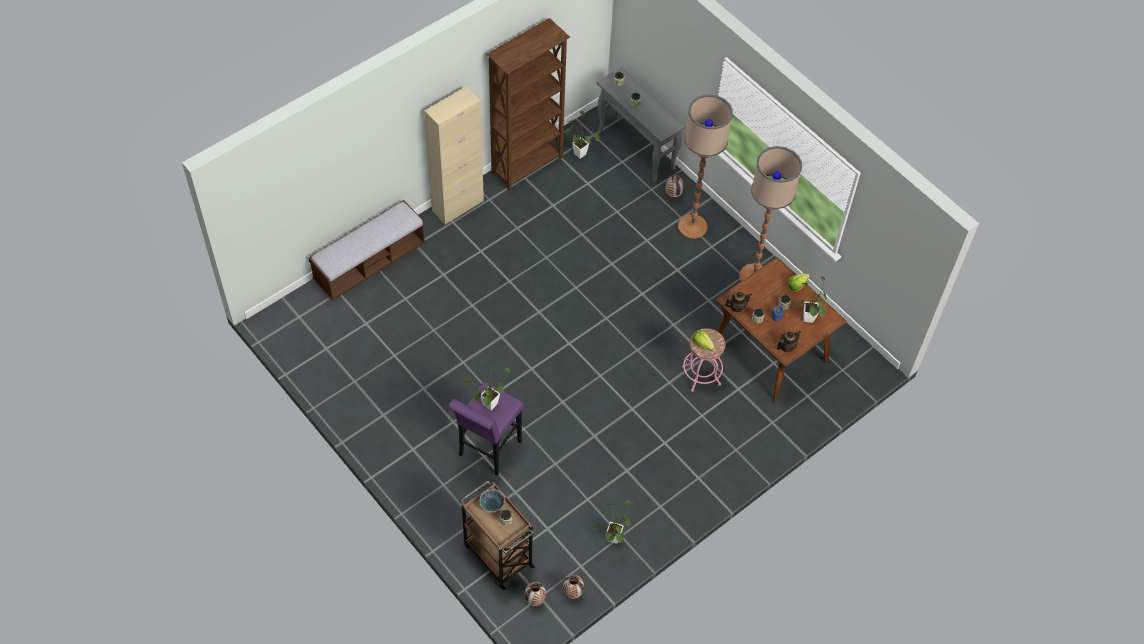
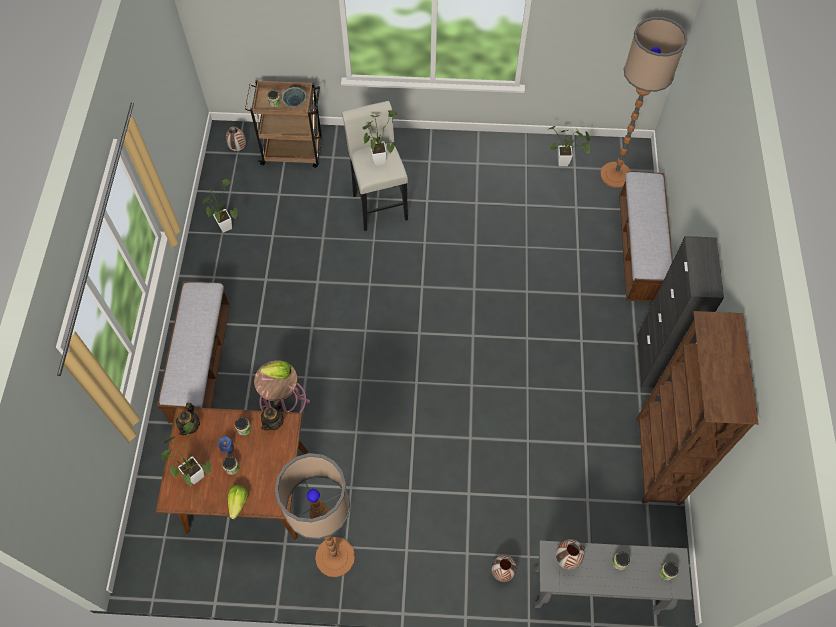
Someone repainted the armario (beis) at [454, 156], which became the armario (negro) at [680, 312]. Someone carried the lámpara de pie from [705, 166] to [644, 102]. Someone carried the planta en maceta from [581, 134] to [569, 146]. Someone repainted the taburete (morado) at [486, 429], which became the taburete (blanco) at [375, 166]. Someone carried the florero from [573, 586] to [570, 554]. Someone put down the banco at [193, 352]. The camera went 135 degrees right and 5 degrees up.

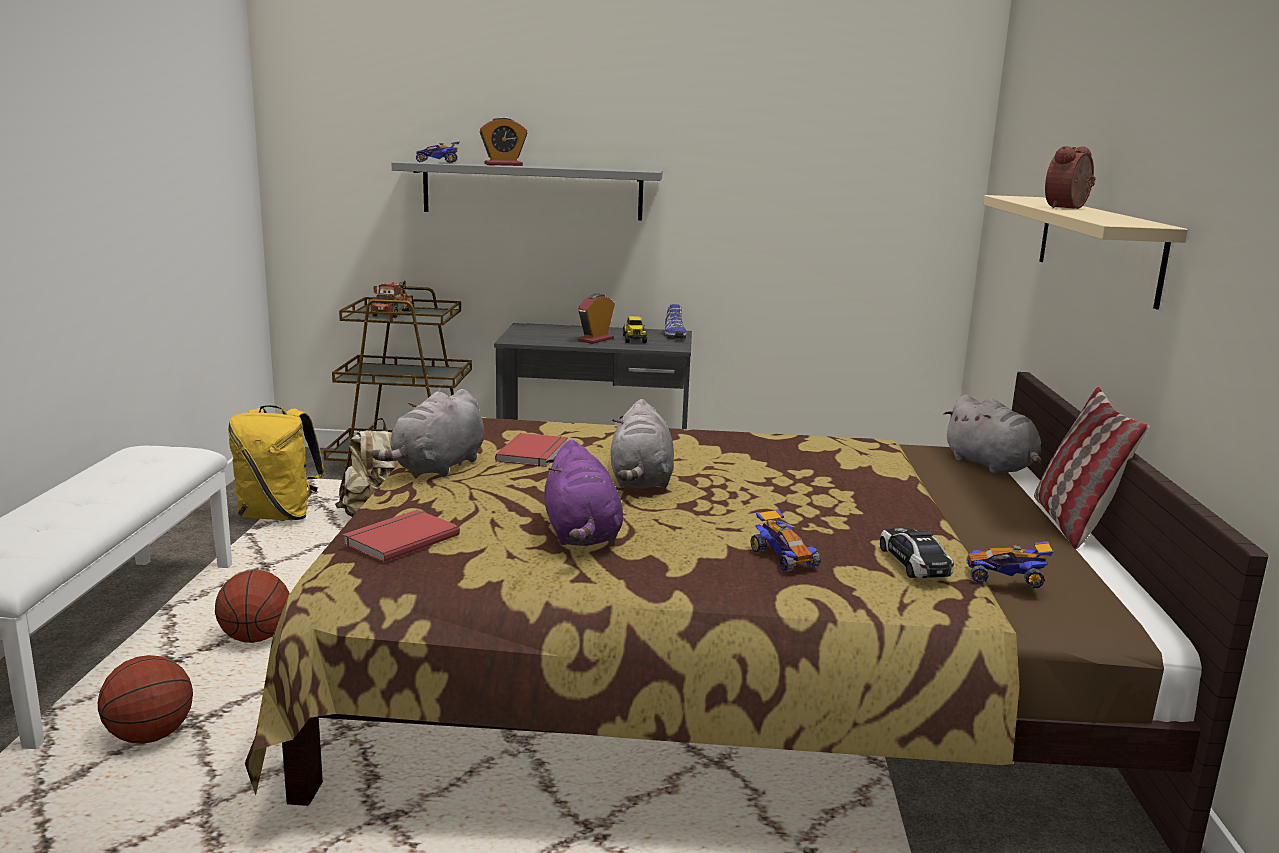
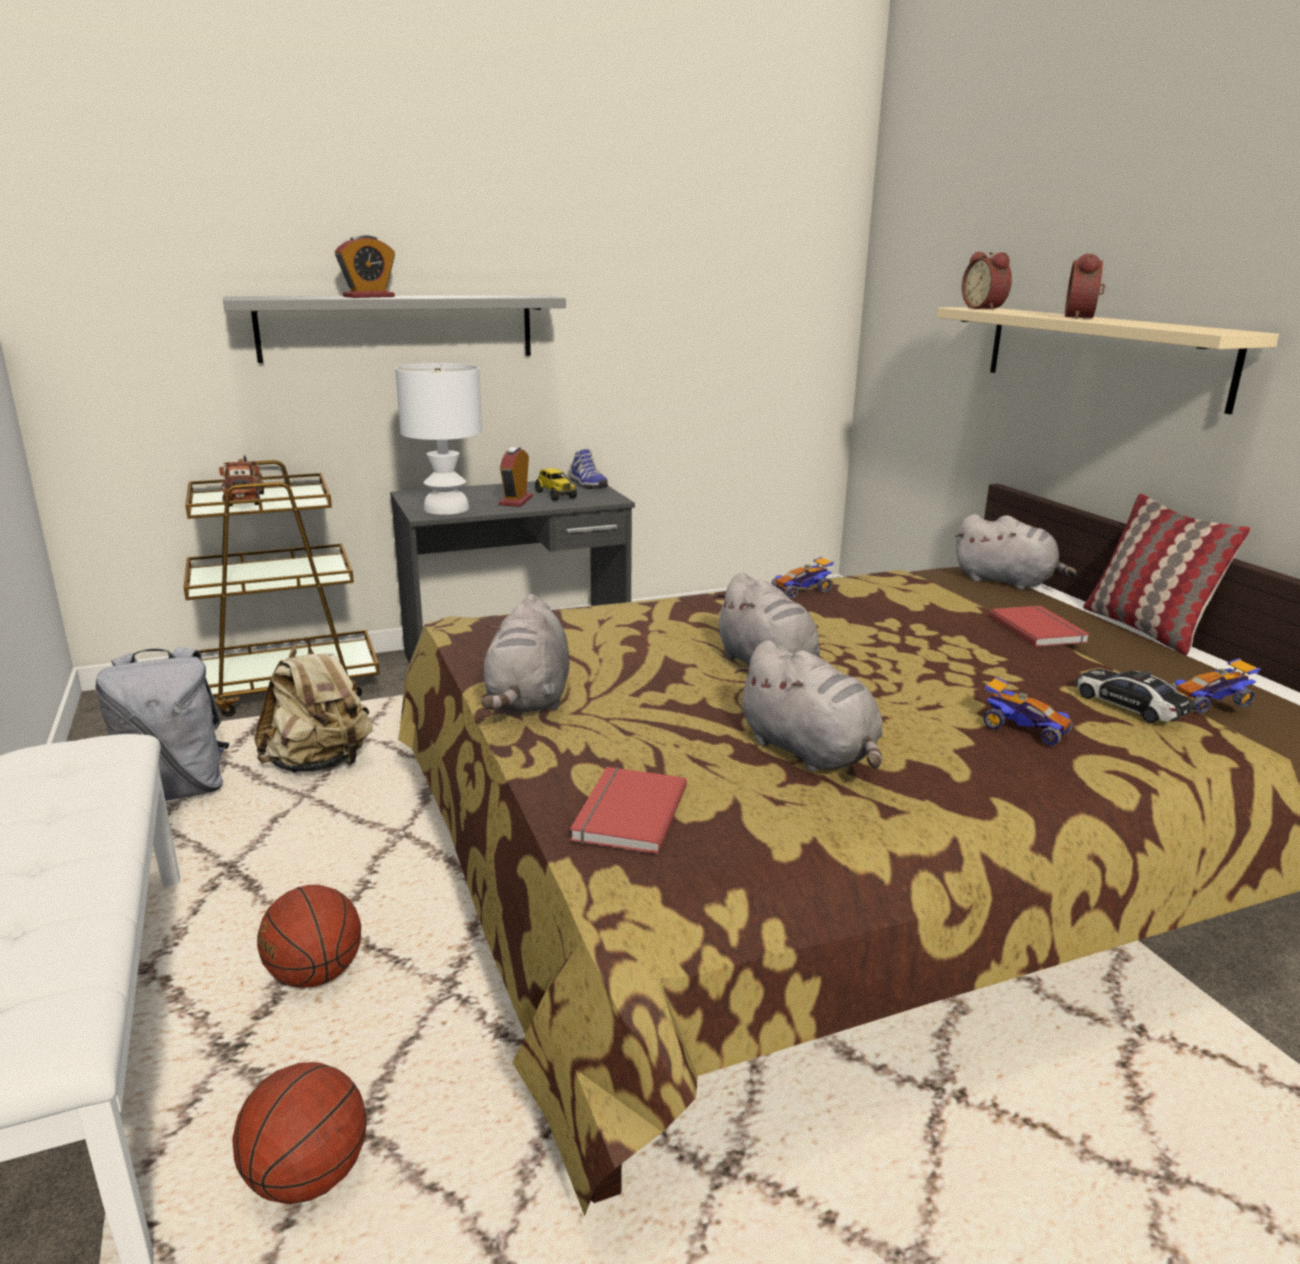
Someone carried the coche de juguete from [438, 152] to [802, 577]. Someone repainted the mochila (amarillo) at [276, 462], which became the mochila (gris) at [162, 724]. Someone carried the libro (rojo) from [531, 450] to [1039, 626]. Someone repainted the peluche (morado) at [583, 493], which became the peluche (gris) at [809, 706]. Someone put down the despertador at [987, 281]. Someone put down the lámpara de mesa (blanco) at [438, 439]. The camera went 25 degrees left and 5 degrees up.

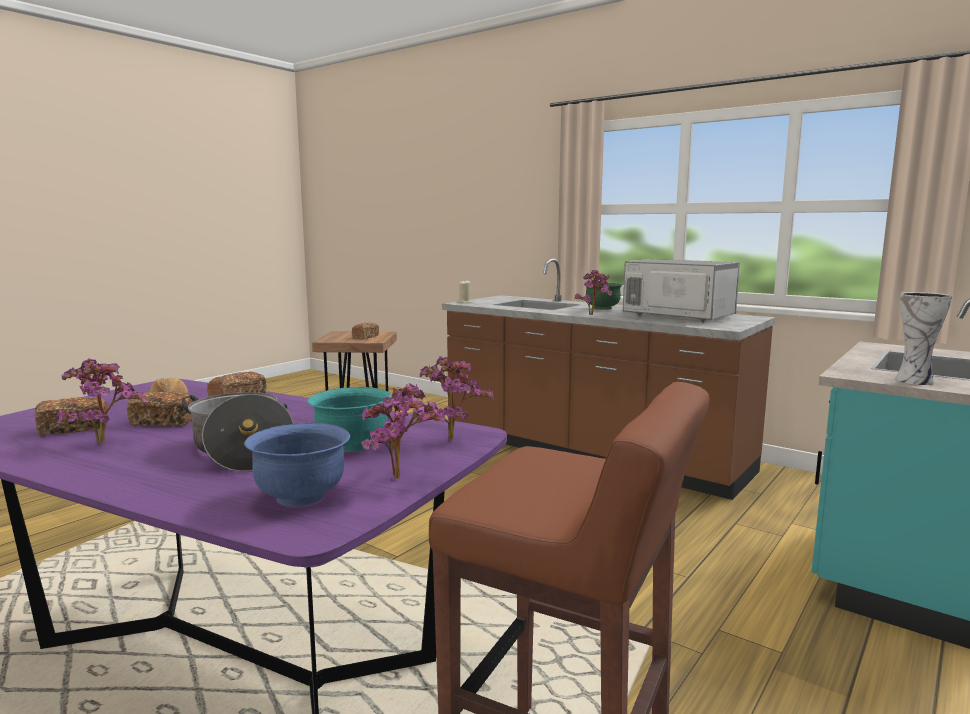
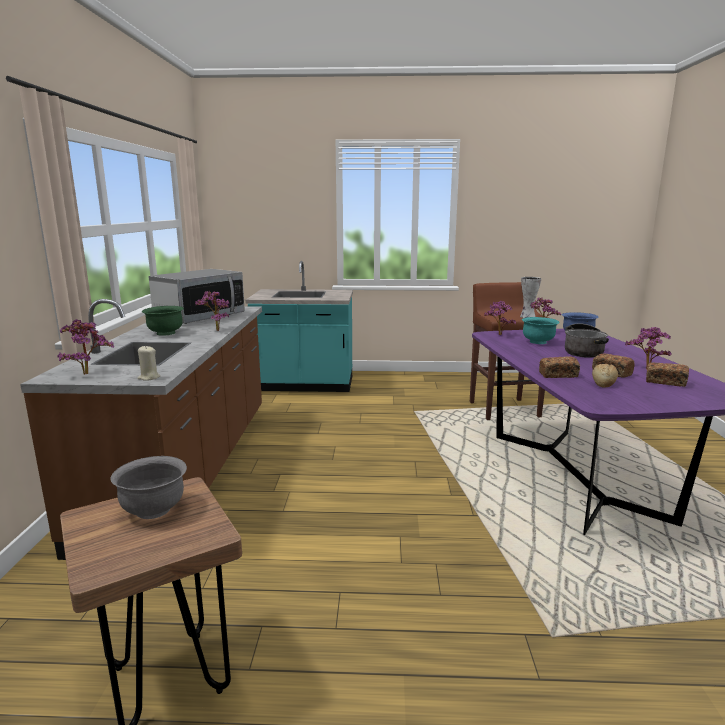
Someone rotated the microondas at [681, 290] by 150 degrees counterclockwise. Someone carried the florero from [923, 338] to [530, 297]. Someone swapped the pan at [365, 331] for the cuenco (gris) at [148, 487]. Someone put down the planta en maceta at [85, 347]. The camera went 125 degrees left and 5 degrees up.

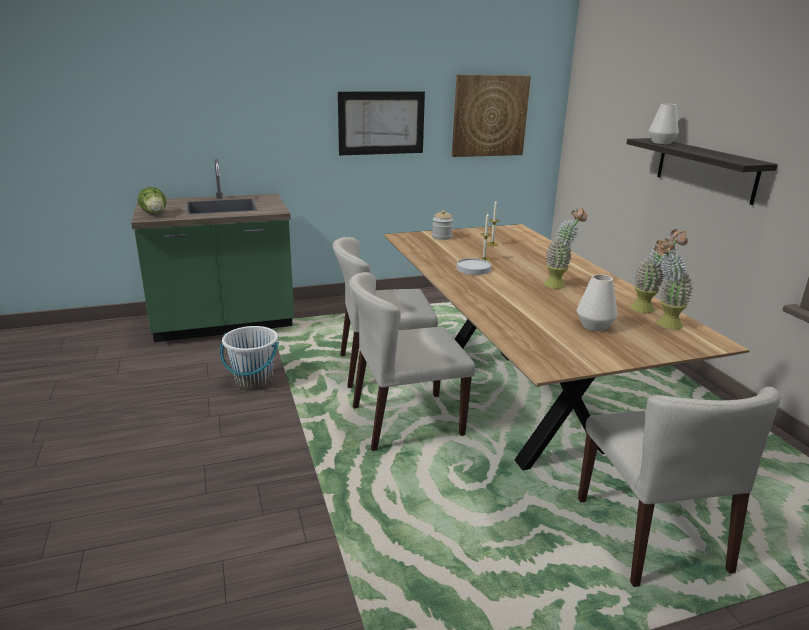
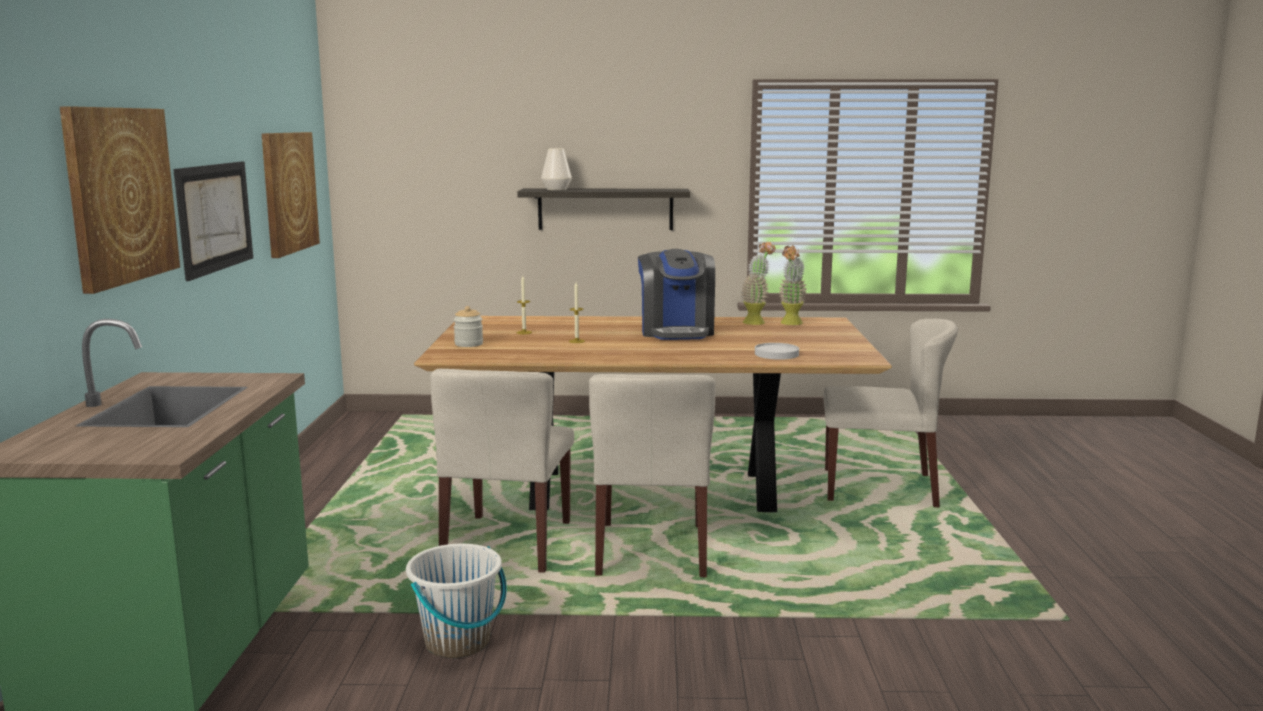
Someone took away the lechuga at [152, 200]. Someone swapped the planta en maceta at [566, 248] for the cafetera at [676, 294]. Someone carried the plato (blanco) from [474, 266] to [777, 351]. Someone took away the florero (blanco) at [597, 302]. Someone put up the cuadro at [120, 200]. The camera went 70 degrees left and 10 degrees down.

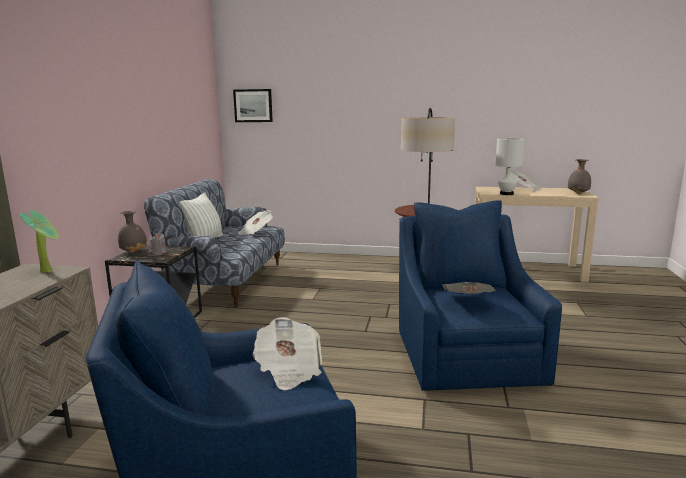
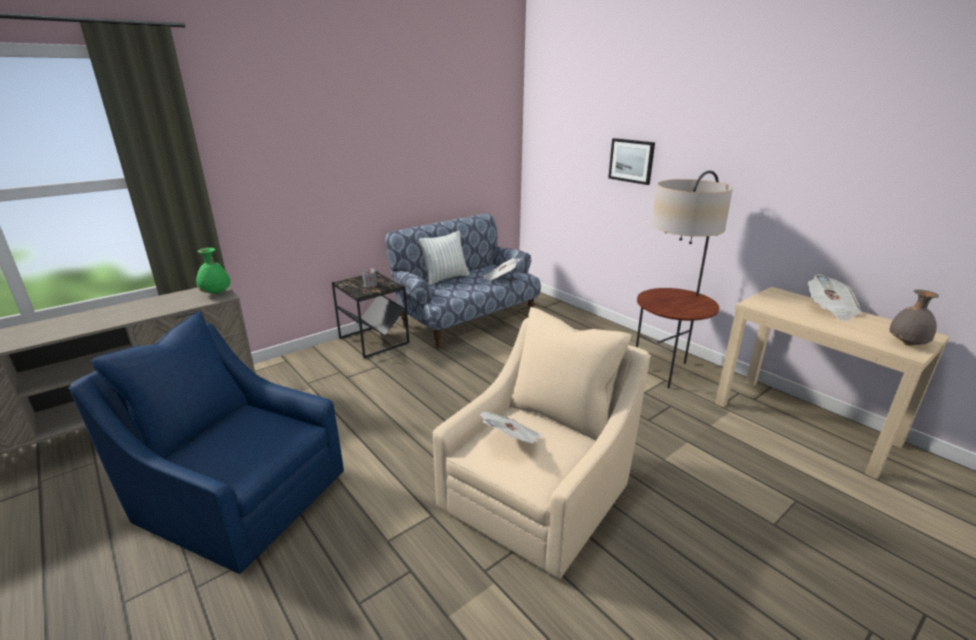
Someone carried the cuadro from [253, 105] to [631, 161]. Someone took away the lámpara de mesa (blanco) at [510, 166]. Someone repainted the sillón (azul) at [480, 295], which became the sillón (beis) at [541, 443]. Someone swapped the planta en maceta at [39, 241] for the florero (verde) at [213, 271]. Someone took away the florero (gris) at [132, 231]. Someone took away the periódico at [287, 353]. The camera went 40 degrees right and 10 degrees up.

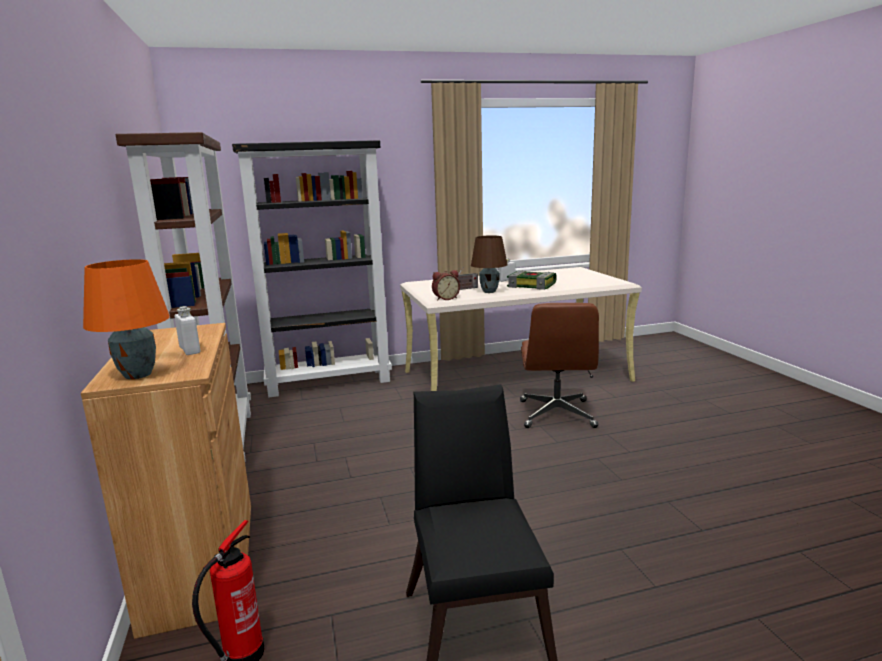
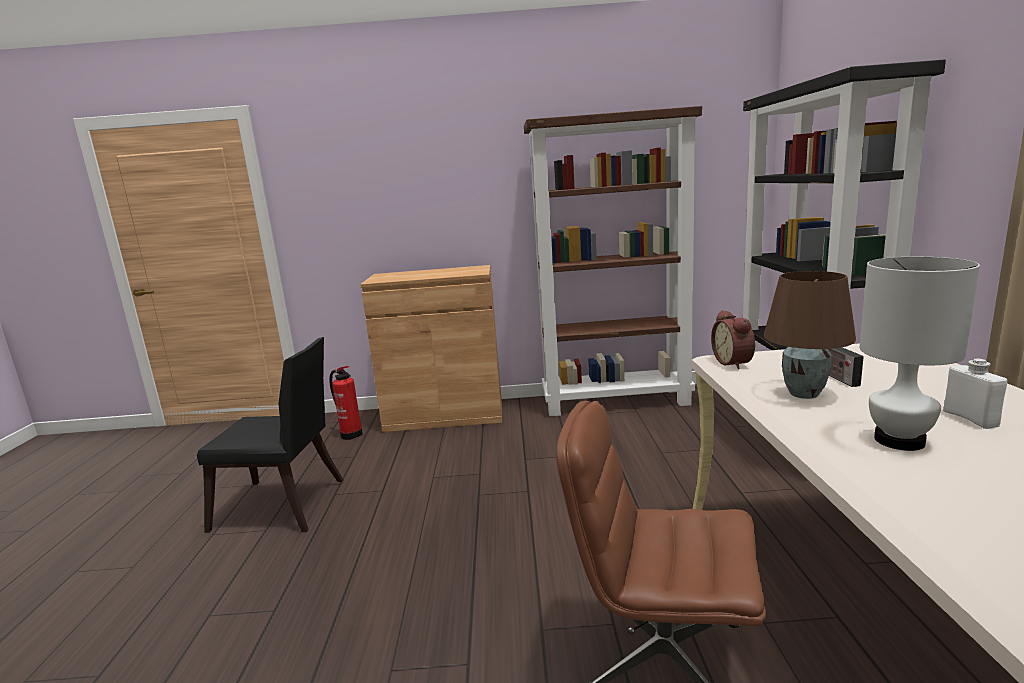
Someone took away the lámpara de mesa (naranja) at [126, 319]. Someone swapped the libro at [532, 280] for the lámpara de mesa (blanco) at [920, 354]. Someone took away the botella (blanco) at [187, 330]. The camera went 105 degrees right and 0 degrees up.

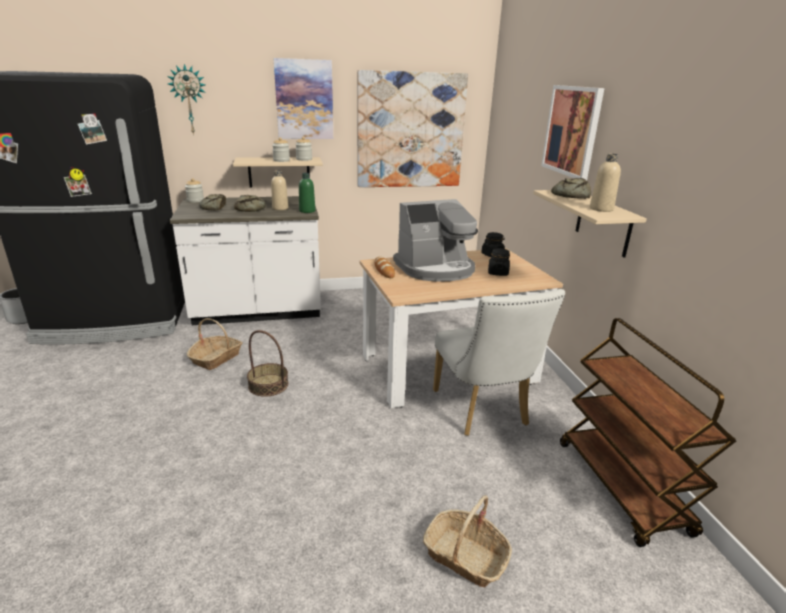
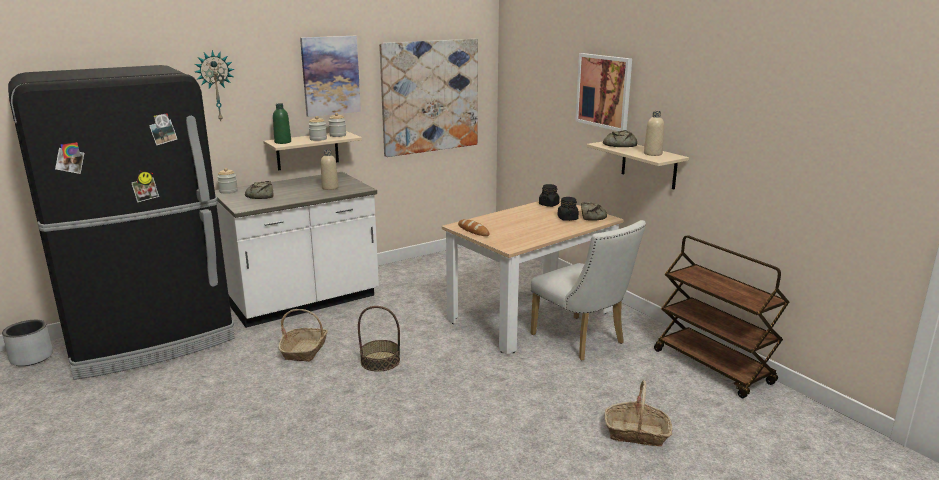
Someone carried the botella (verde) from [307, 193] to [282, 123]. Someone carried the pan from [250, 203] to [594, 211]. Someone took away the cafetera at [435, 240]. The camera went 20 degrees left and 5 degrees down.

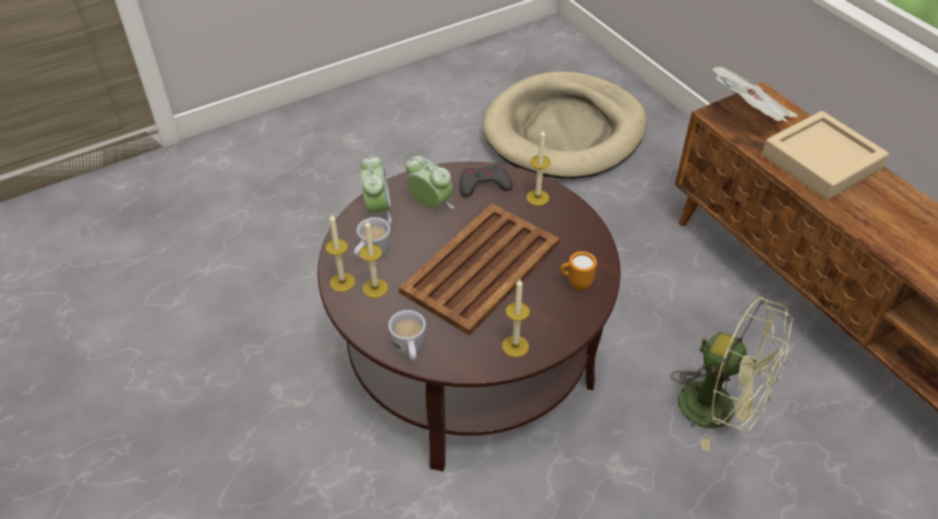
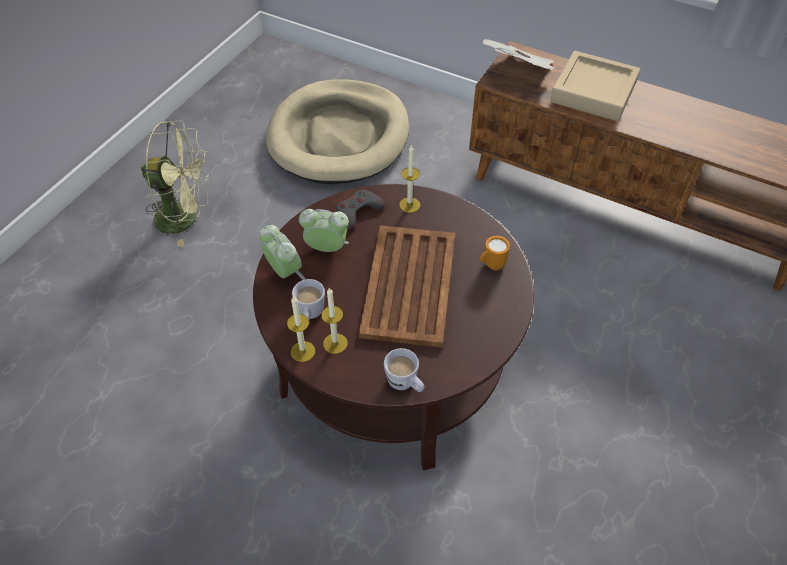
Someone took away the vela at [516, 318]. Someone carried the ventilador (verde) from [732, 373] to [176, 184]. The camera went 30 degrees left and 5 degrees up.

